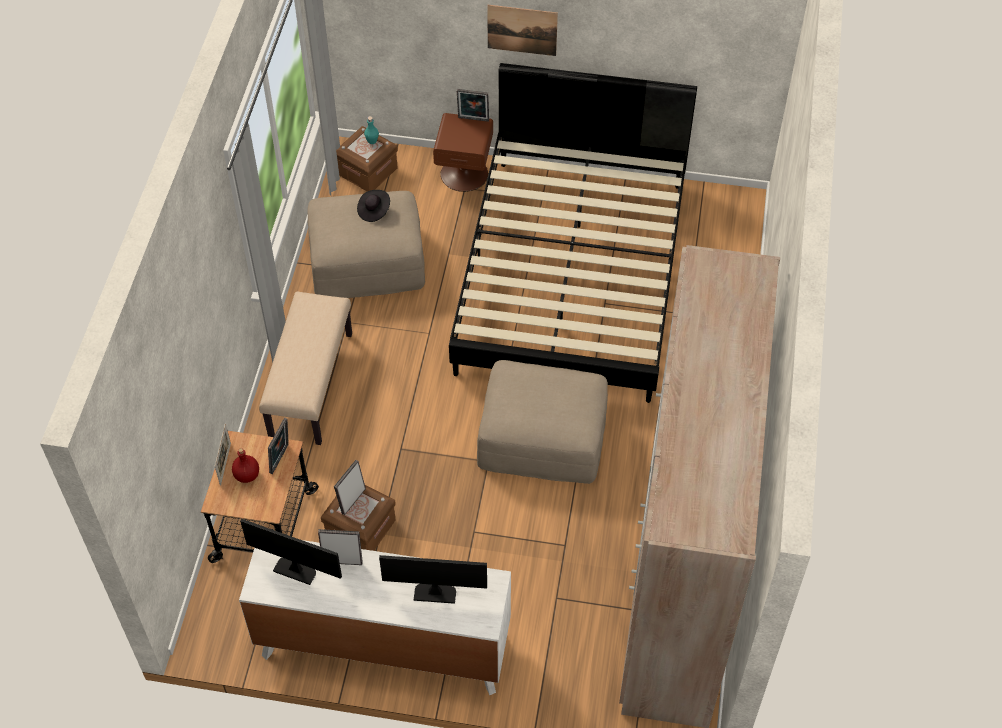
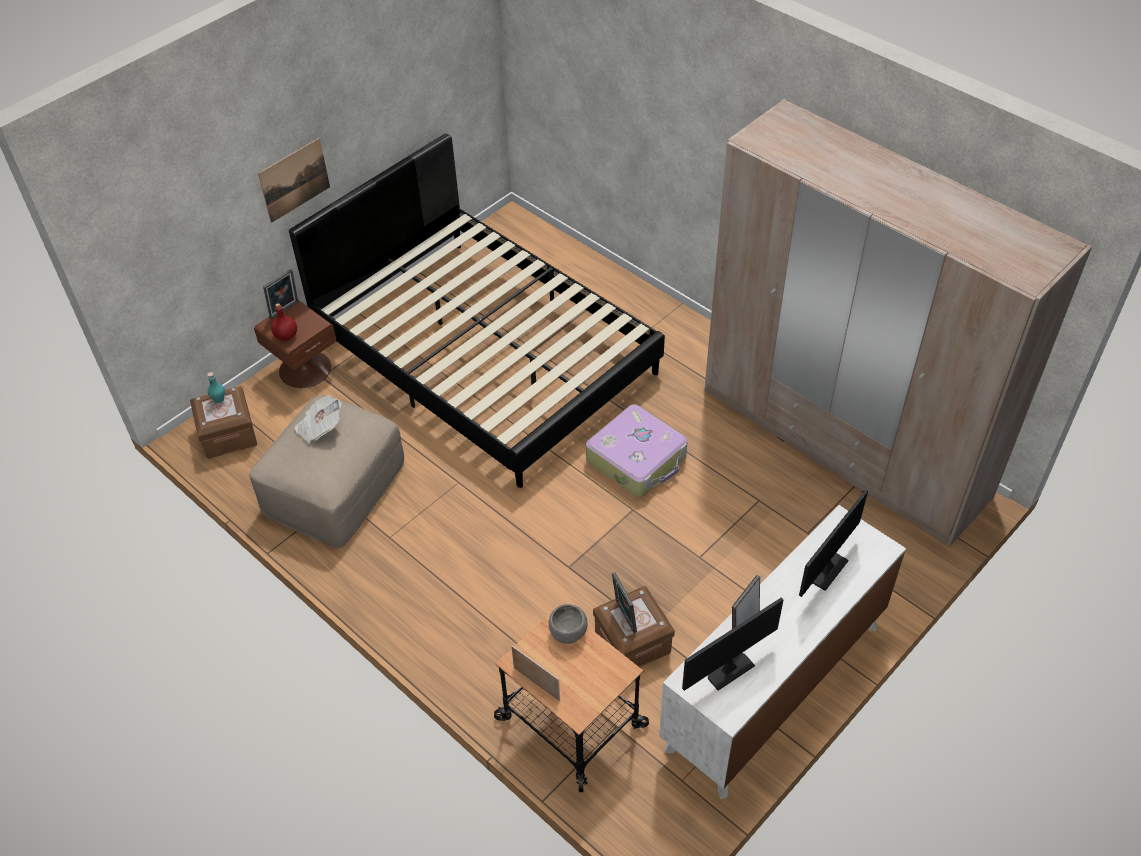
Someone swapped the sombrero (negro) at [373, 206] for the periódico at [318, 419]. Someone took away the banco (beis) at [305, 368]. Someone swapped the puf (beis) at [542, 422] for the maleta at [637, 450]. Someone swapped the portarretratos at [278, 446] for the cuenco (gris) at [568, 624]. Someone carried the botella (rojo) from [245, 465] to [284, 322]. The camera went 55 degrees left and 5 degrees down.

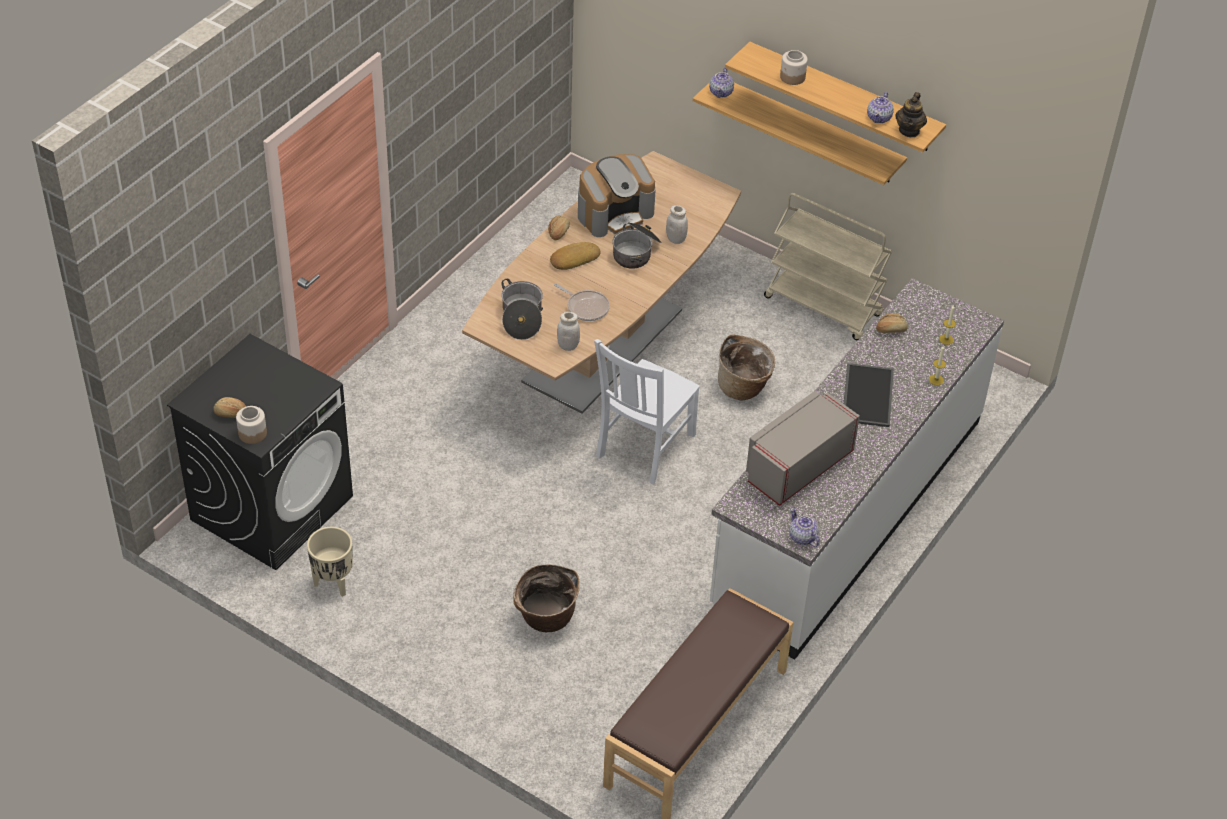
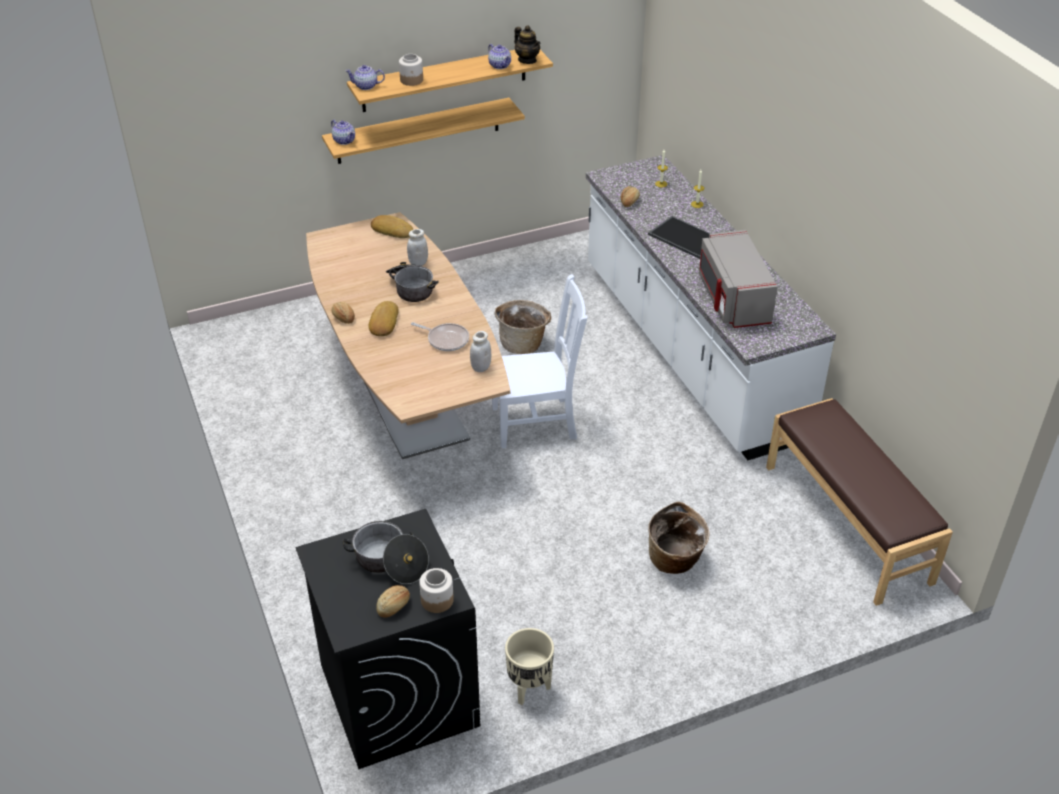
Someone took away the cafetera at [617, 195]. Someone took away the carrito (beis) at [828, 266]. Someone carried the olla from [522, 309] to [385, 552]. Someone rotated the sartén at [582, 302] by 45 degrees clockwise. Someone rotated the silla (blanco) at [647, 411] by 75 degrees counterclockwise. Someone carried the tetera from [804, 527] to [365, 77]. Someone put down the pan at [392, 226]. The camera went 55 degrees left and 5 degrees down.

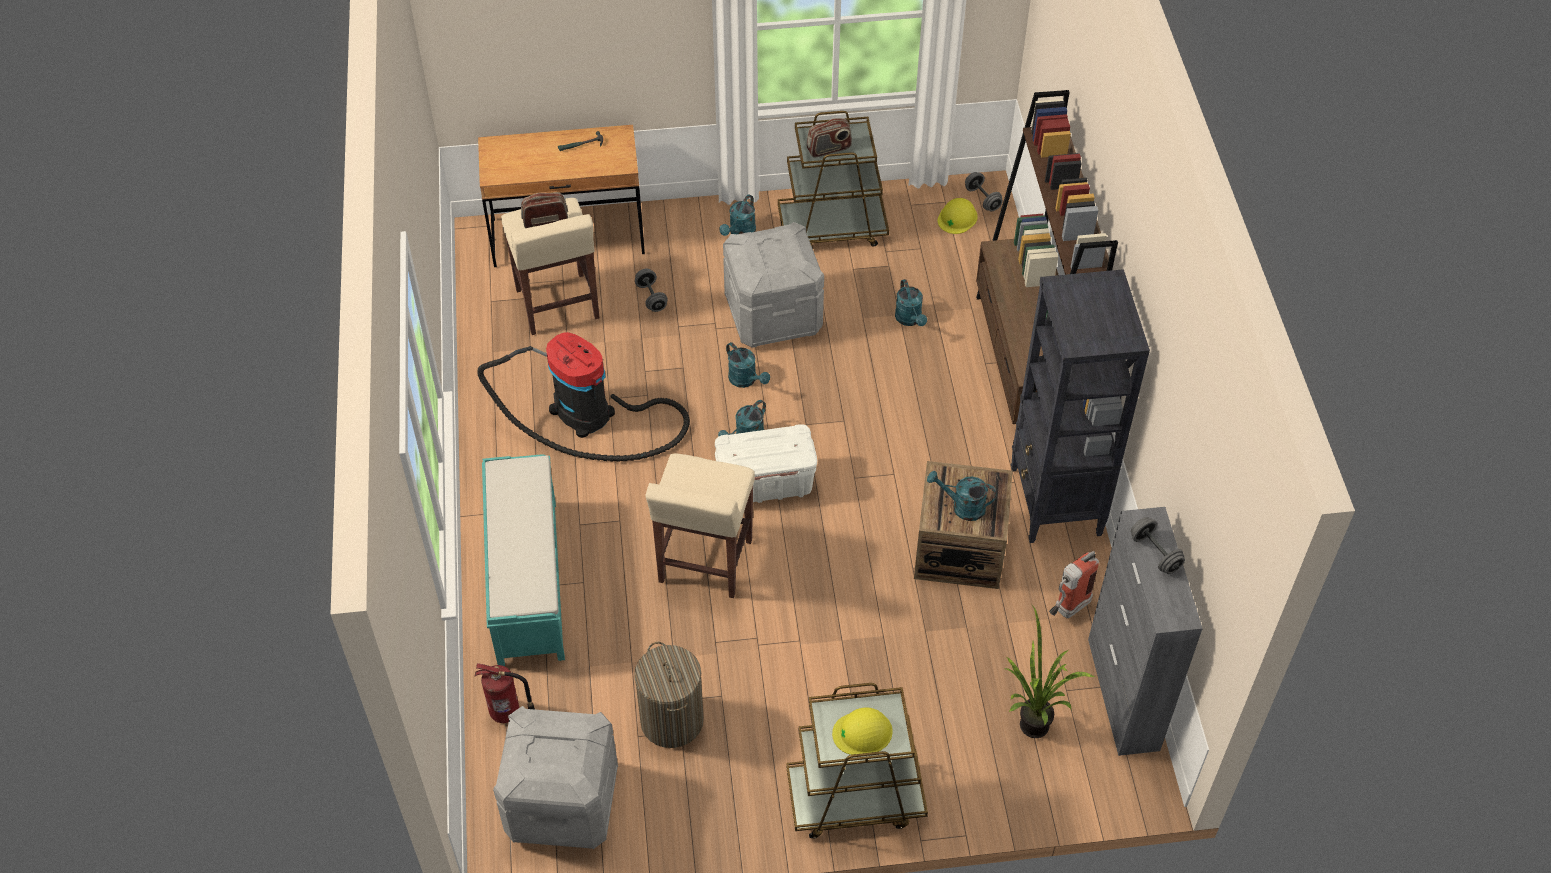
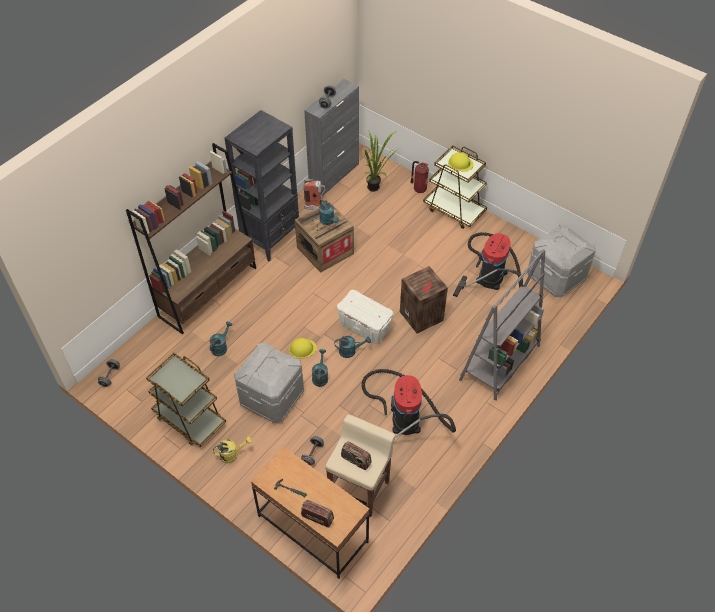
Someone carried the radio from [829, 138] to [317, 513]. Someone repainted the regadera (turquesa) at [738, 215], which became the regadera (amarillo) at [232, 450]. Someone carried the casco (amarillo) from [958, 216] to [303, 348]. Someone swapped the taburete (beis) at [700, 525] for the caja de embalaje at [424, 300]. Someone swapped the banco (turquesa) at [523, 560] for the estantería (gris) at [502, 325]. Someone swapped the cesto de la ropa at [669, 695] for the aspiradora at [488, 264]. Someone carried the extintor from [505, 693] to [419, 177]. The camera went 135 degrees left and 0 degrees up.

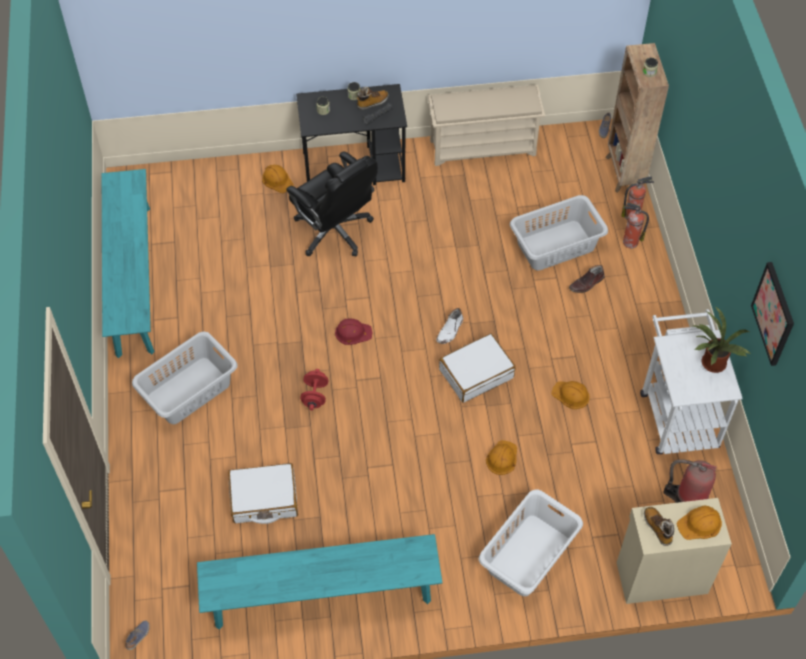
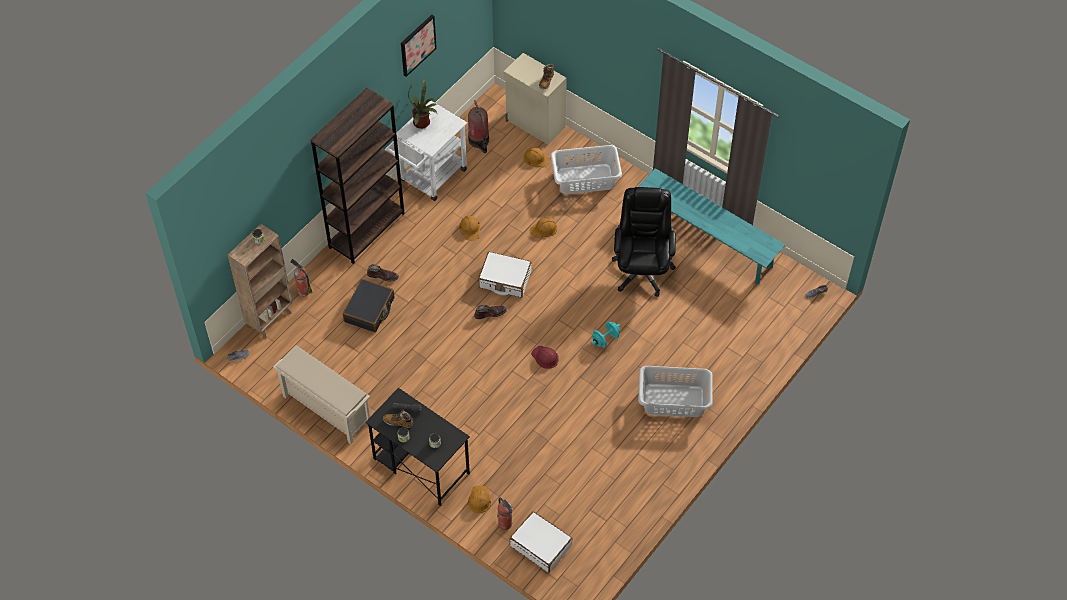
Someone carried the silla de oficina (negro) from [332, 204] to [644, 242]. Someone took away the banco (turquesa) at [128, 263]. Someone swapped the cesto de la ropa (gris) at [559, 233] for the maleta (negro) at [368, 305]. Someone carried the extintor from [636, 225] to [504, 514]. Someone repainted the bota (blanco) at [449, 326], which became the bota (marrón) at [490, 312]. Someone repainted the mancuerna (rojo) at [314, 389], which became the mancuerna (turquesa) at [606, 334]. Someone carried the maleta (blanco) from [263, 493] to [541, 541]. Someone carried the casco (naranja) from [699, 523] to [537, 157]. Someone put down the estantería (marrón) at [357, 176]. The camera went 135 degrees left and 0 degrees up.

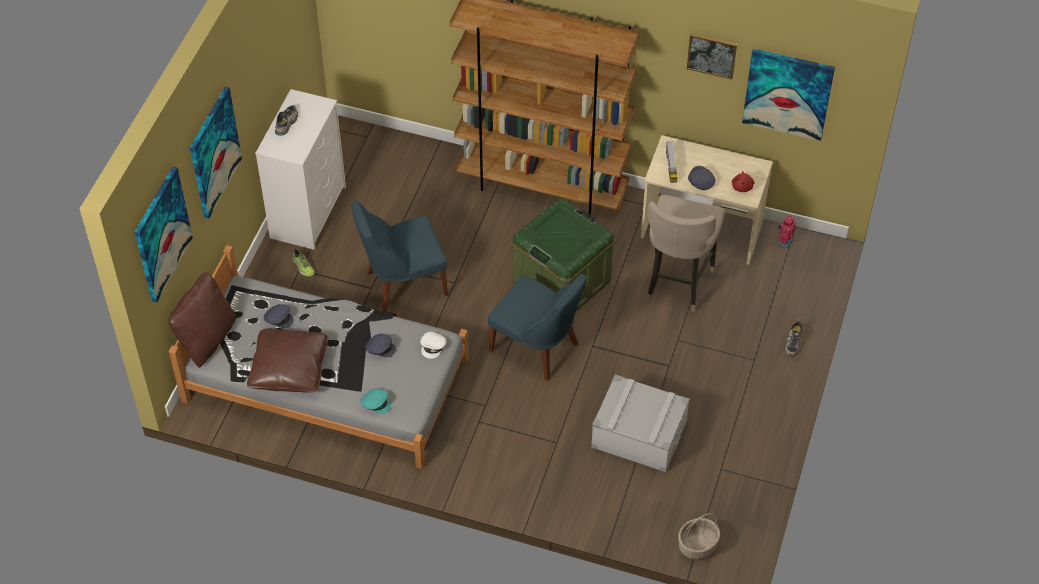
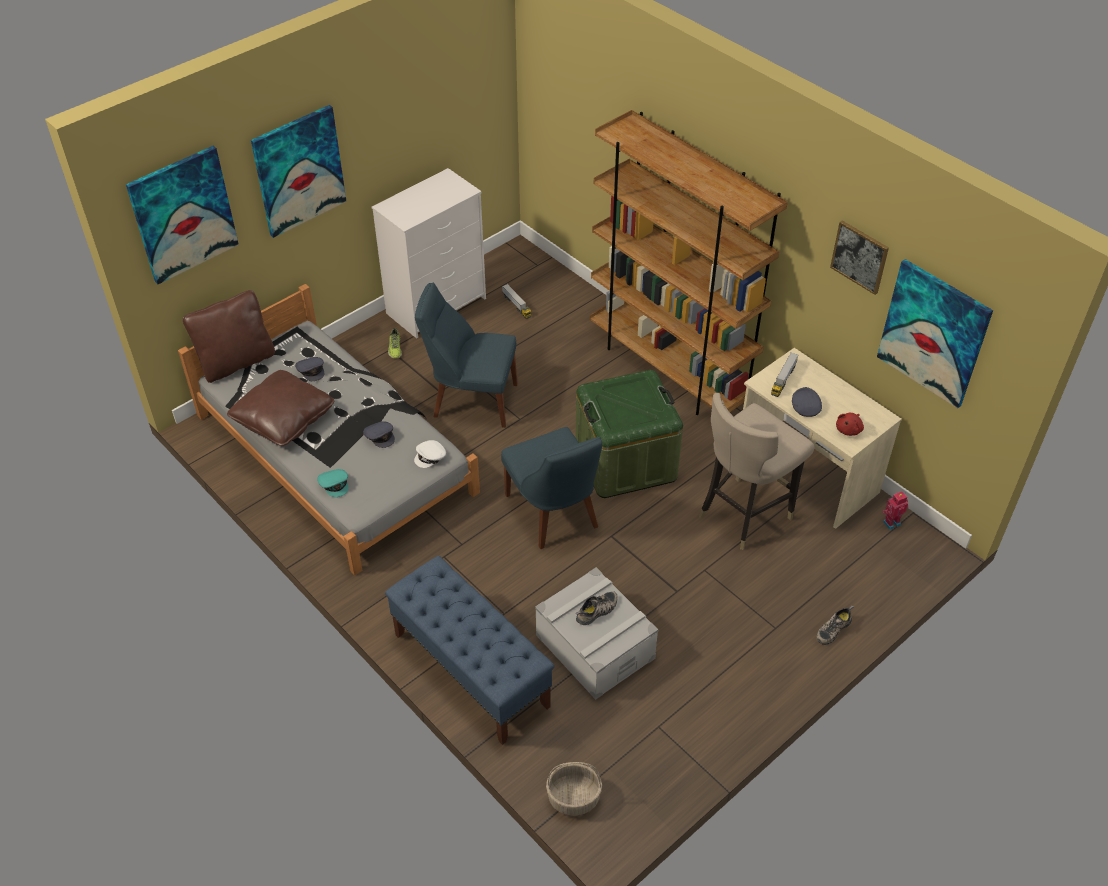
Someone carried the zapato from [286, 120] to [596, 608]. Someone put down the camión de juguete at [517, 301]. Someone put down the banco (azul) at [469, 650]. The camera went 30 degrees right and 5 degrees down.

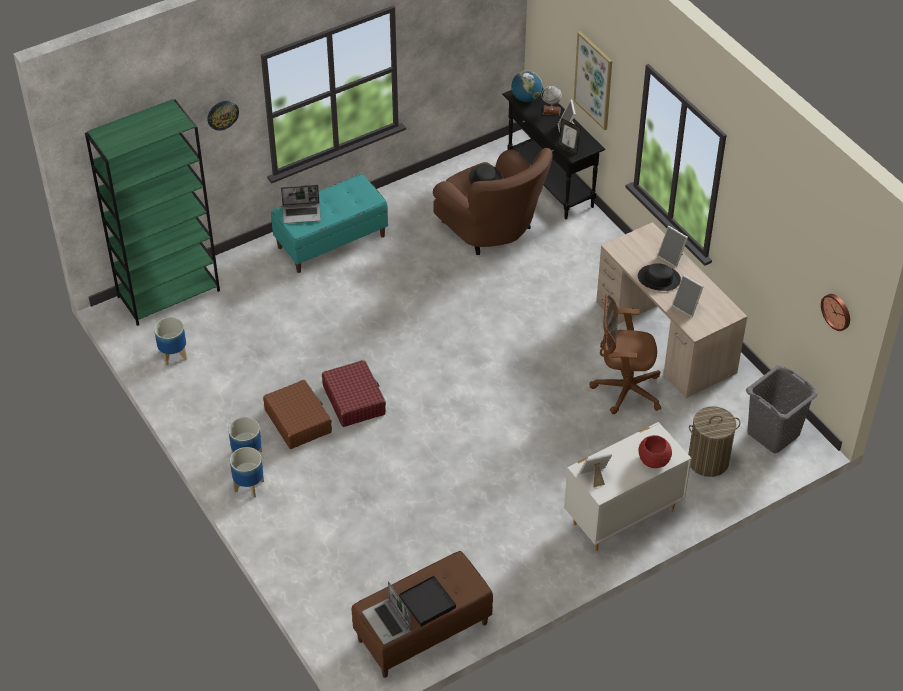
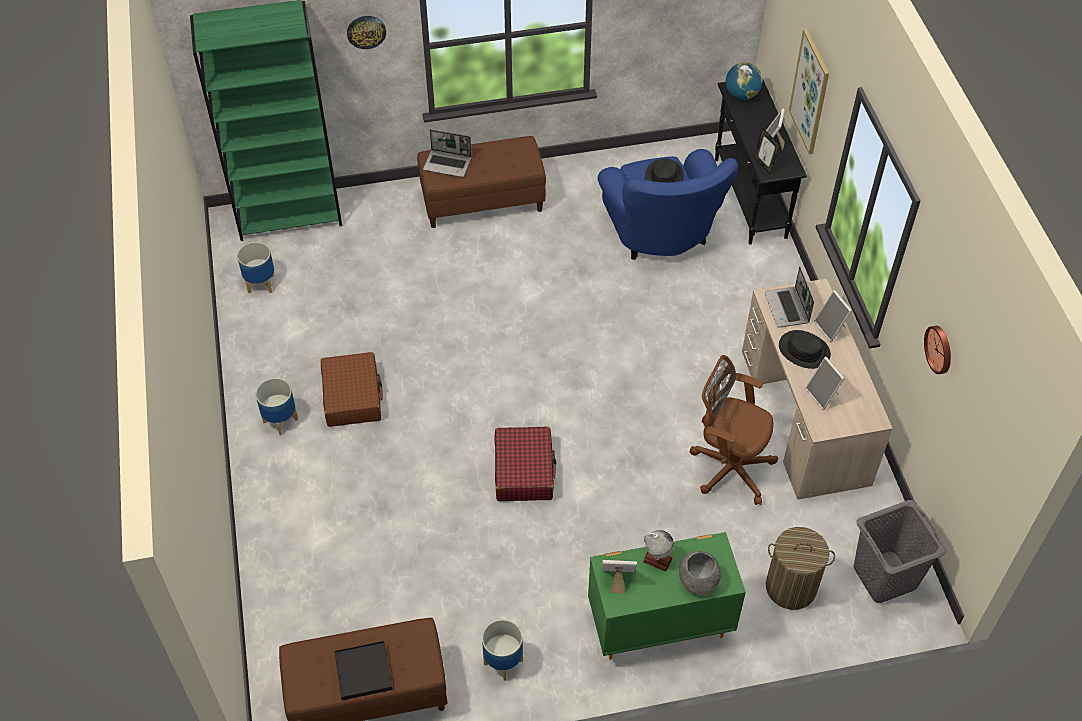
Someone carried the globo terráqueo from [551, 101] to [658, 551]. Someone repainted the sillón (marrón) at [493, 201], which became the sillón (azul) at [668, 204]. Someone repainted the banco (turquesa) at [329, 223], which became the banco (marrón) at [481, 182]. Someone carried the reloj de pared from [835, 312] to [937, 350]. Someone carried the maleta (rojo) from [354, 393] to [525, 463]. Someone repainted the cómoda (blanco) at [627, 486], which became the cómoda (verde) at [667, 596]. Someone repainted the cuenco (rojo) at [655, 451], which became the cuenco (gris) at [700, 572]. Someone carried the maceta from [247, 472] to [502, 650]. Someone carried the portátil from [387, 613] to [789, 297]. The camera went 20 degrees right and 5 degrees up.

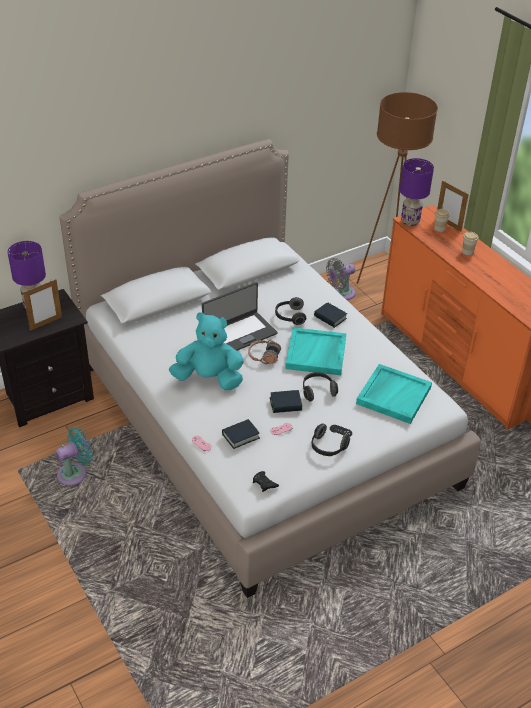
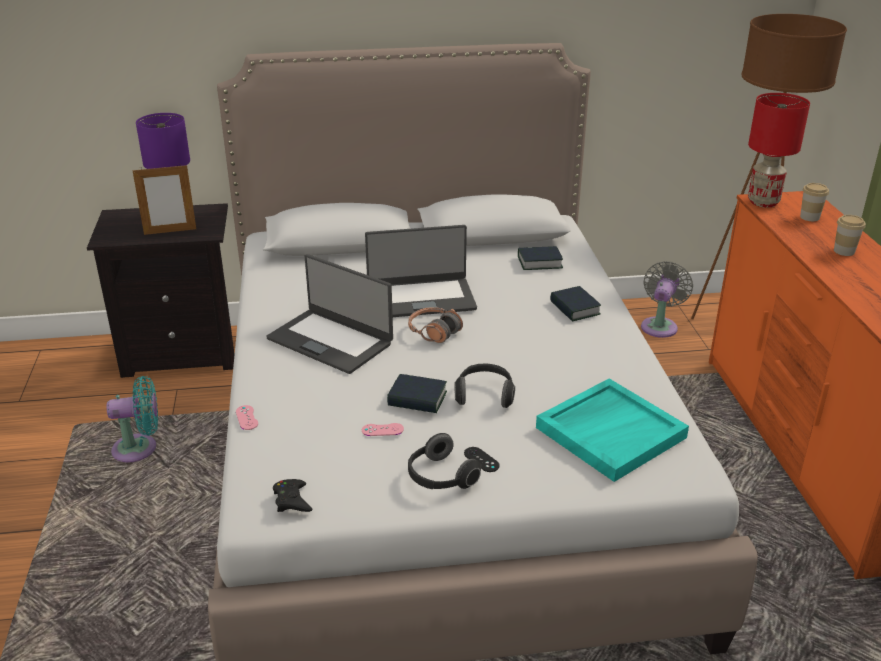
Someone repainted the lámpara de mesa (morado) at [417, 192], which became the lámpara de mesa (rojo) at [779, 150]. Someone took away the portarretratos at [453, 206]. Someone rotated the ventilador (gris) at [341, 279] by 120 degrees clockwise. Someone took away the auriculares at [290, 311]. Someone swapped the peluche (turquesa) at [206, 351] for the portátil at [329, 314]. Someone took away the bandeja (turquesa) at [315, 352]. Someone carried the libro from [241, 434] to [540, 258]. The camera went 25 degrees right and 10 degrees down.

